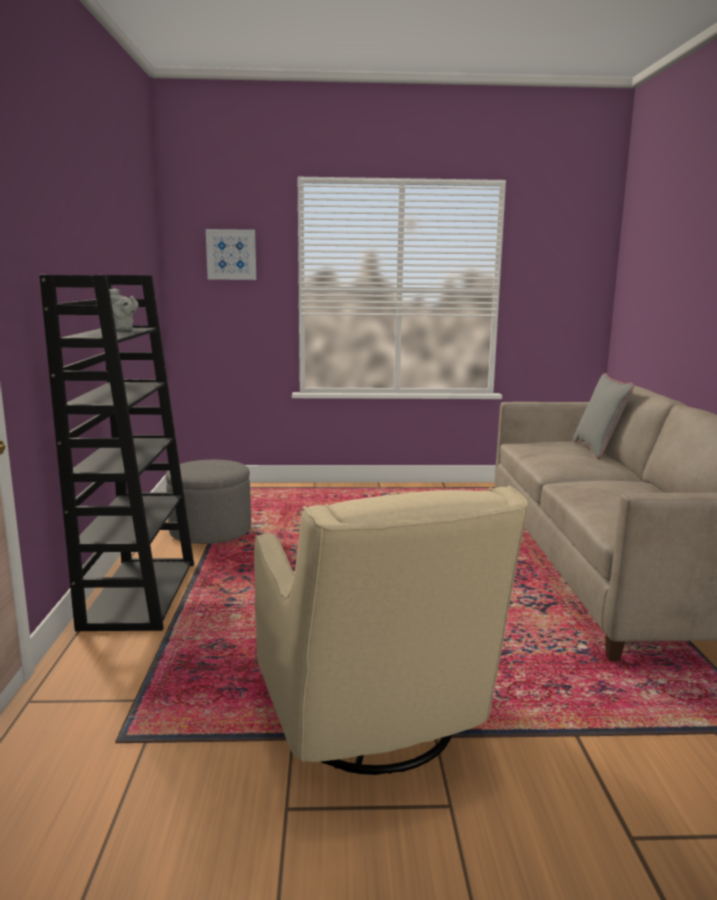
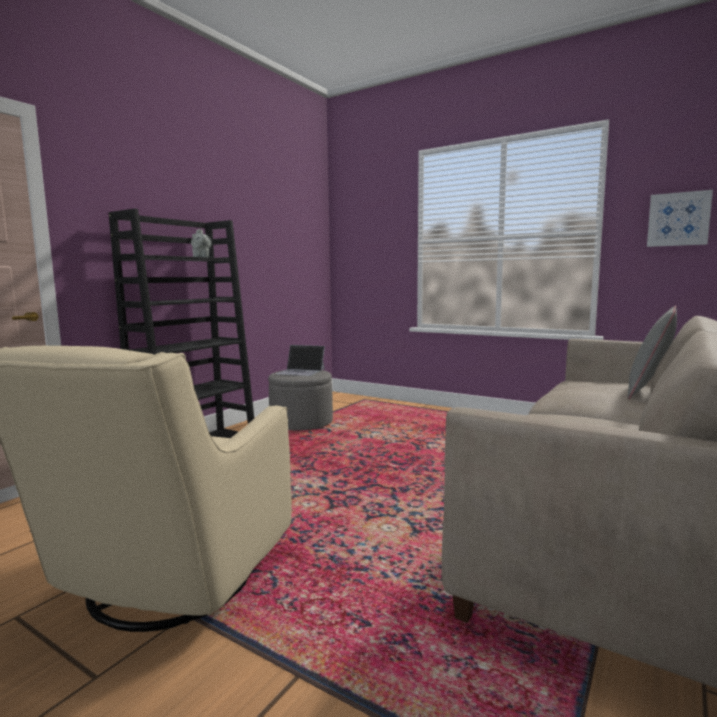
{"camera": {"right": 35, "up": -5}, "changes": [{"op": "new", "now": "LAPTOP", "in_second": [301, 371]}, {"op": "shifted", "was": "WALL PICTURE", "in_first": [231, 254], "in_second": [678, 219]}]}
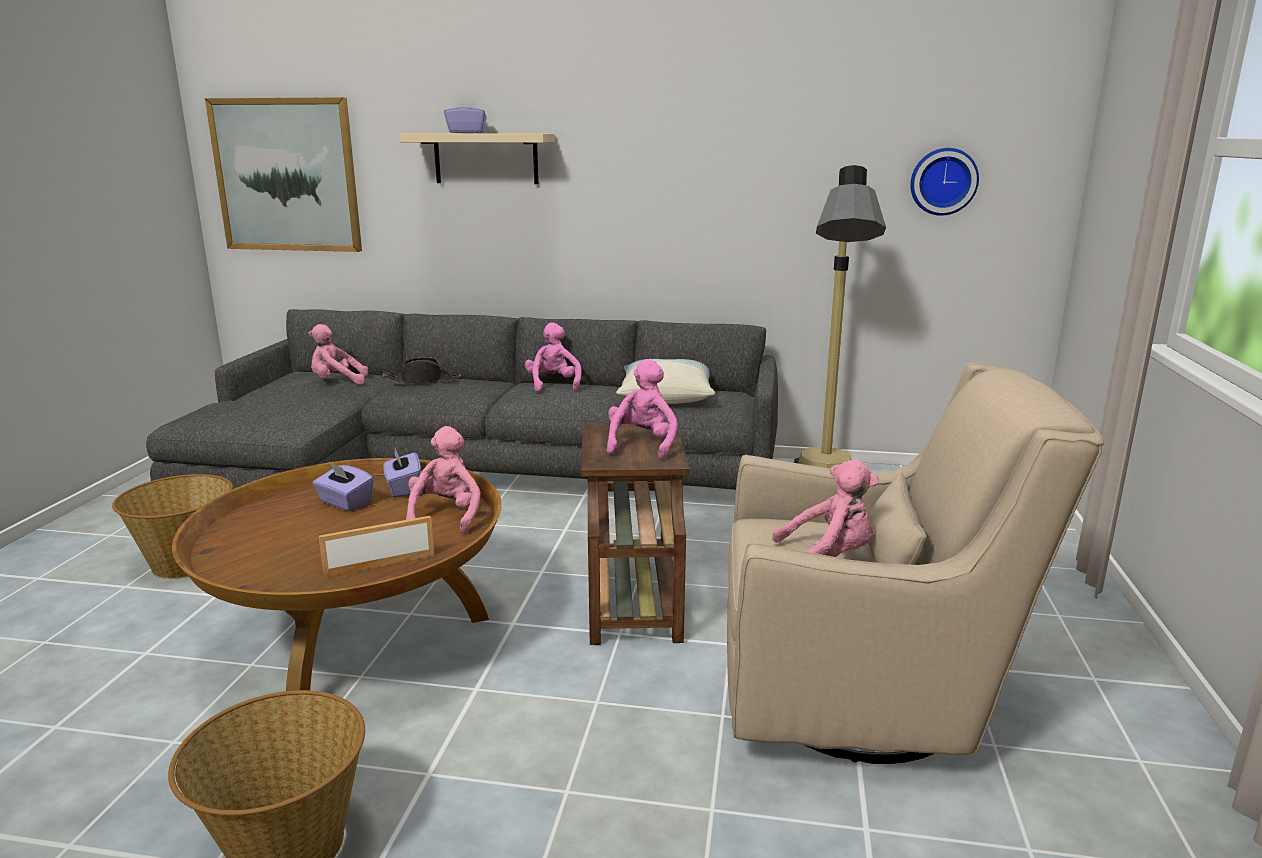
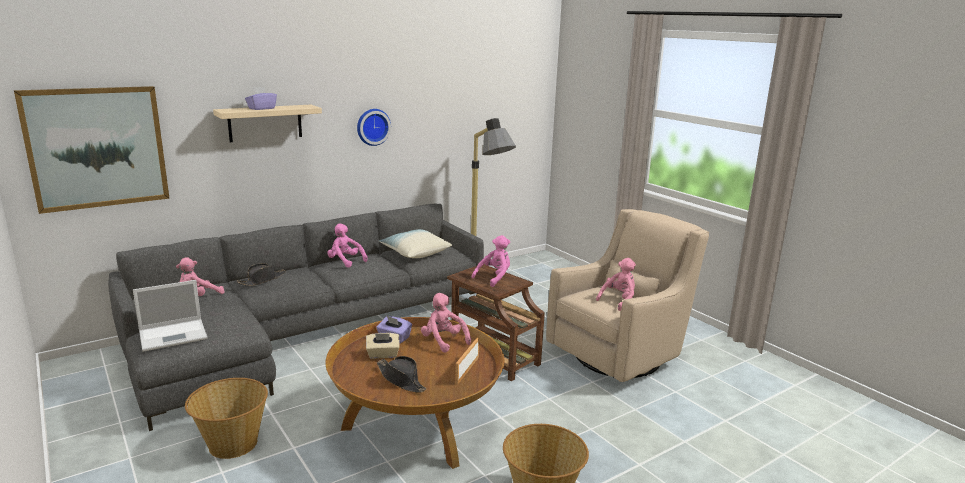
{"camera": {"right": -45, "up": 0}, "changes": [{"op": "new", "now": "LAPTOP", "in_second": [174, 335]}, {"op": "shifted", "was": "WALL CLOCK", "in_first": [943, 181], "in_second": [372, 126]}, {"op": "repainted", "was": "PURPLISH TISSUE HOLDER", "now": "BEIGE TISSUE HOLDER", "in_first": [345, 503], "in_second": [383, 355]}, {"op": "new", "now": "BLACKISH CLOTHING HAT", "in_second": [401, 380]}, {"op": "rotated", "was": "PINKISH CUDDLY TOY", "in_first": [642, 445], "in_second": [494, 278], "clockwise": 75}]}
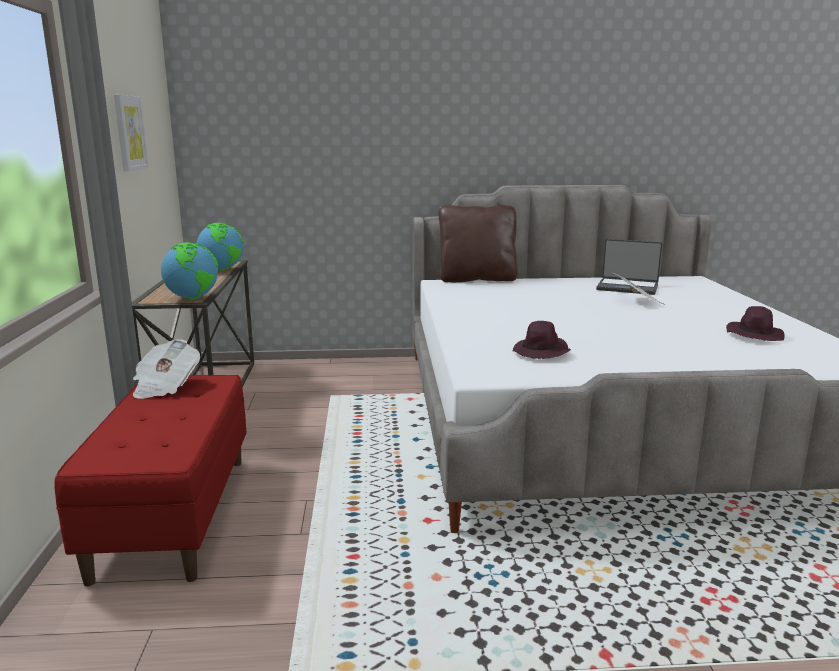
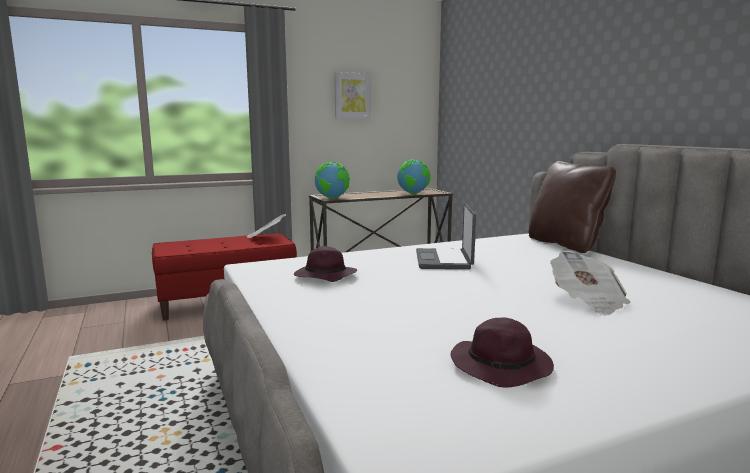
{"camera": {"right": 70, "up": -5}, "changes": [{"op": "shifted", "was": "LAPTOP", "in_first": [627, 287], "in_second": [444, 260]}]}
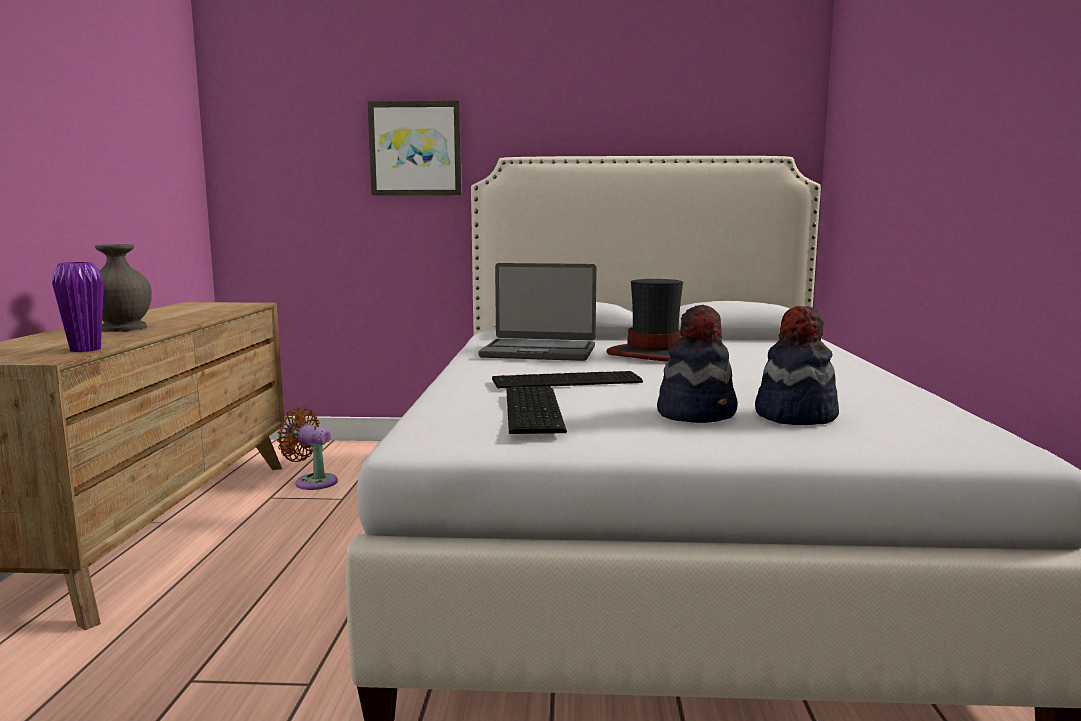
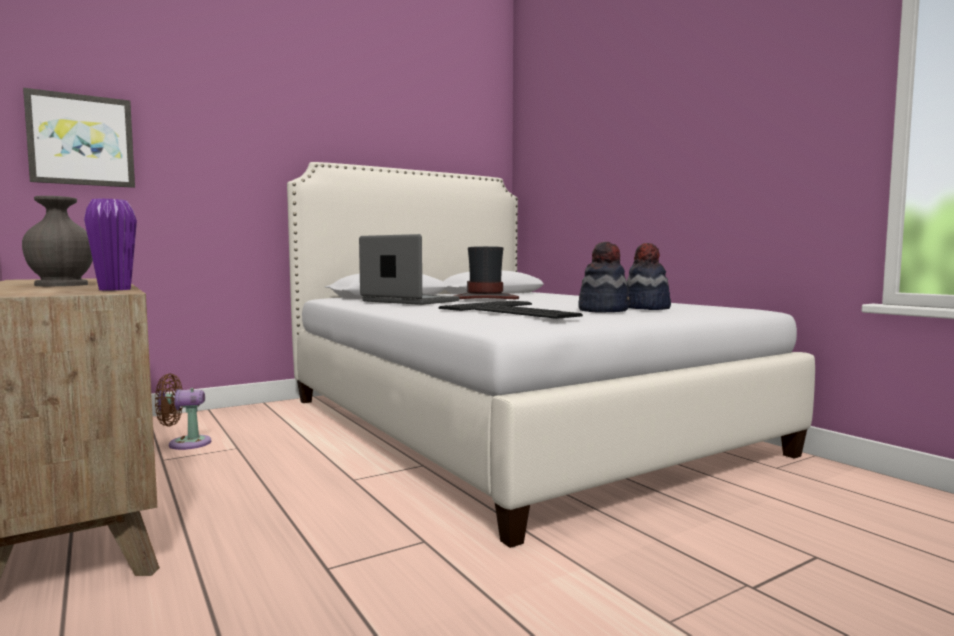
{"camera": {"right": -35, "up": -5}, "changes": [{"op": "shifted", "was": "WALL PICTURE", "in_first": [415, 149], "in_second": [81, 140]}, {"op": "rotated", "was": "LAPTOP", "in_first": [539, 352], "in_second": [409, 301], "clockwise": -120}]}
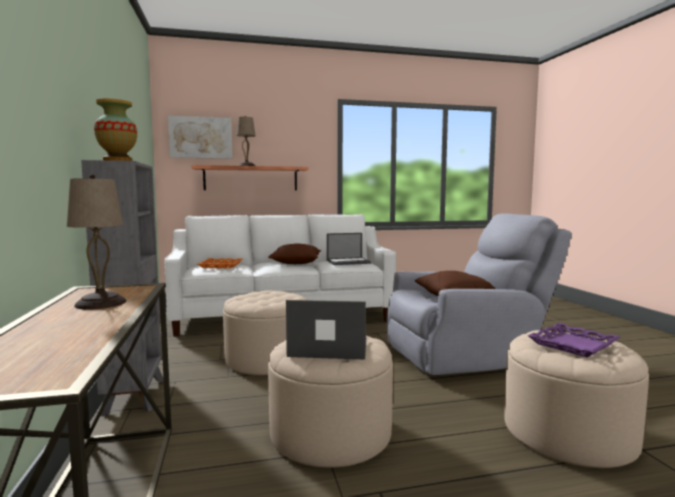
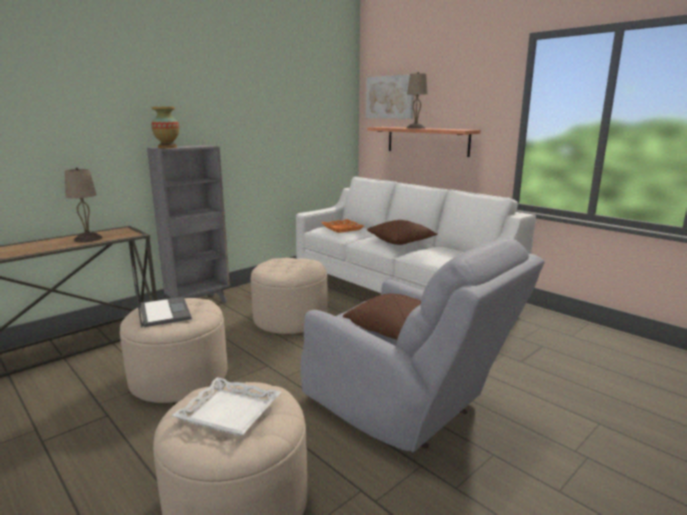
{"camera": {"right": 60, "up": 10}, "changes": [{"op": "repainted", "was": "PURPLISH TRAY", "now": "WHITISH TRAY", "in_first": [573, 345], "in_second": [228, 412]}, {"op": "gone", "was": "LAPTOP", "in_first": [348, 262]}]}
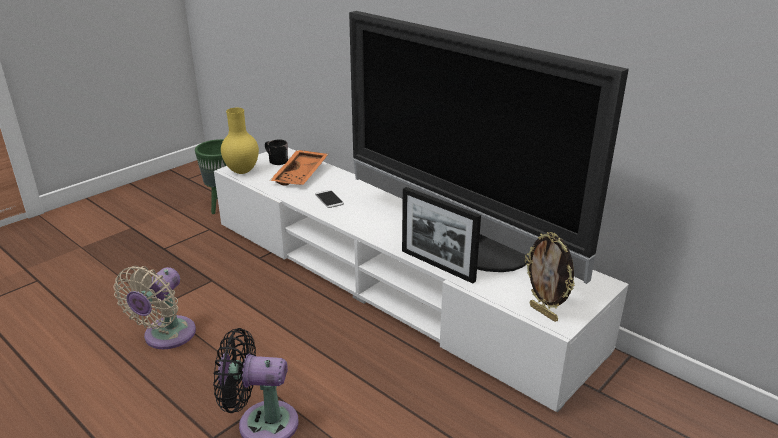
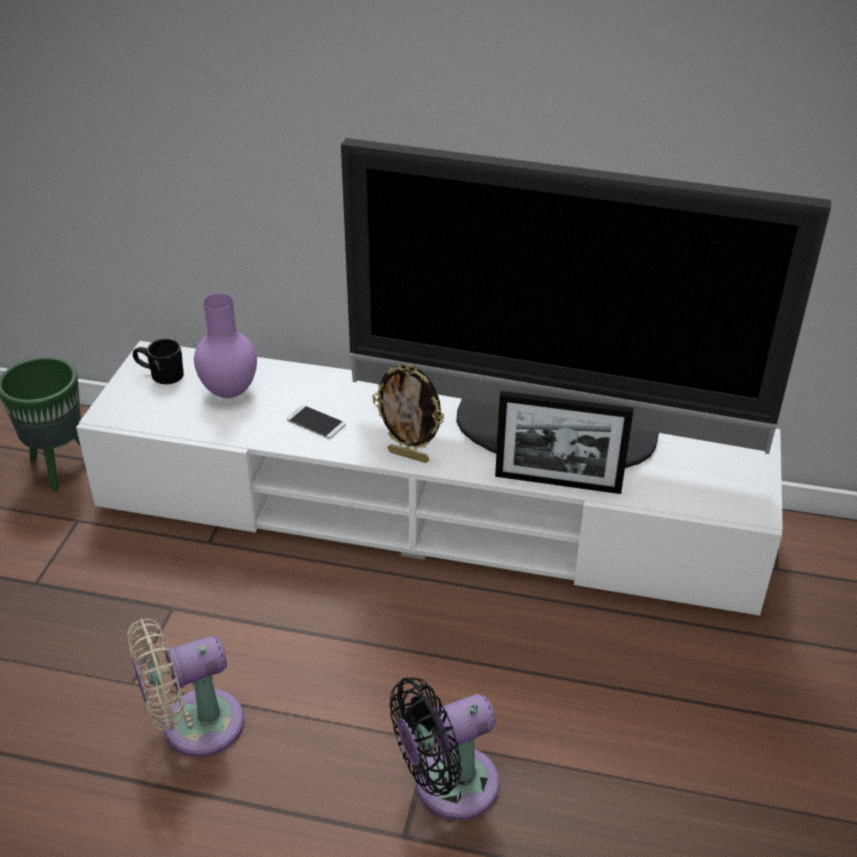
{"camera": {"right": -30, "up": 10}, "changes": [{"op": "rotated", "was": "BEIGE ELECTRIC FAN", "in_first": [166, 337], "in_second": [194, 726], "clockwise": 75}, {"op": "swapped", "was": "ORANGE-COLOURED TRAY", "now": "PURPLISH DECORATIVE VASE", "in_first": [301, 175], "in_second": [230, 391]}, {"op": "shifted", "was": "STANDING FRAME", "in_first": [544, 313], "in_second": [409, 456]}, {"op": "gone", "was": "YELLOWISH DECORATIVE VASE", "in_first": [242, 172]}]}
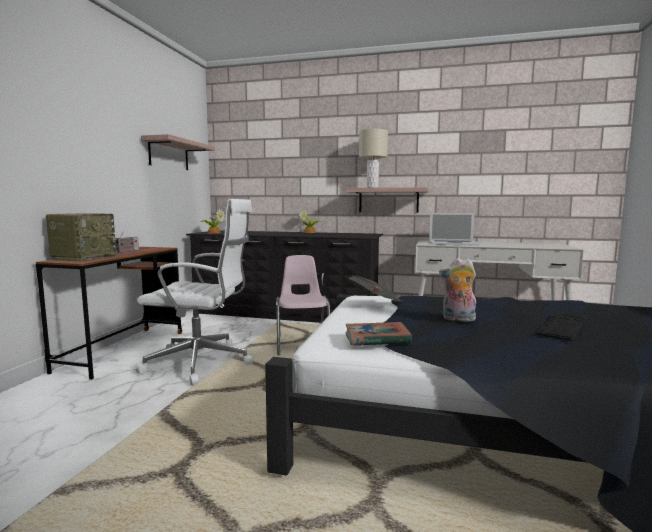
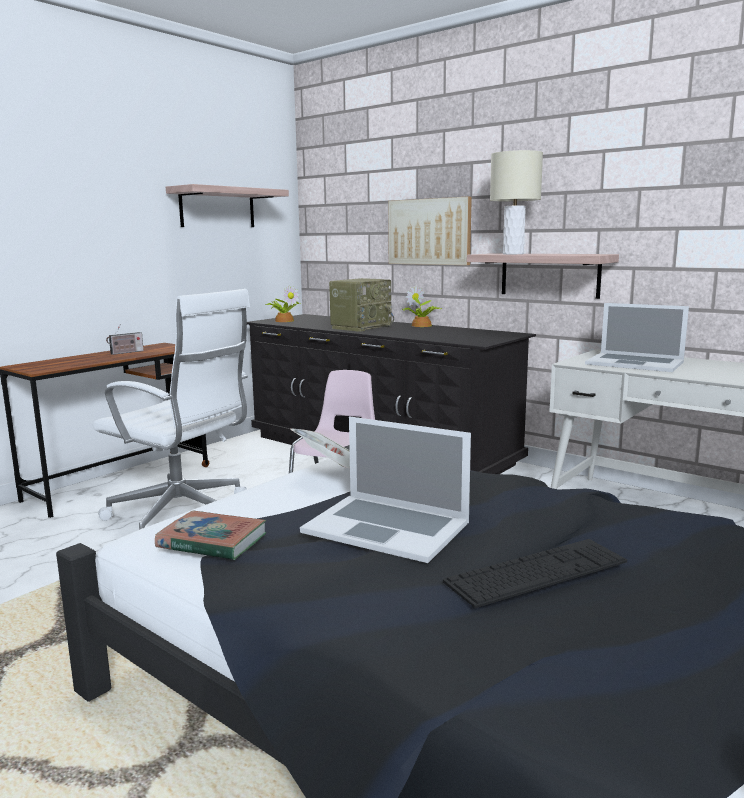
{"camera": {"right": 25, "up": 5}, "changes": [{"op": "swapped", "was": "CUDDLY TOY", "now": "LAPTOP", "in_first": [458, 319], "in_second": [386, 527]}, {"op": "shifted", "was": "RADIO SET", "in_first": [84, 257], "in_second": [361, 327]}, {"op": "new", "now": "WALL PICTURE", "in_second": [429, 231]}]}
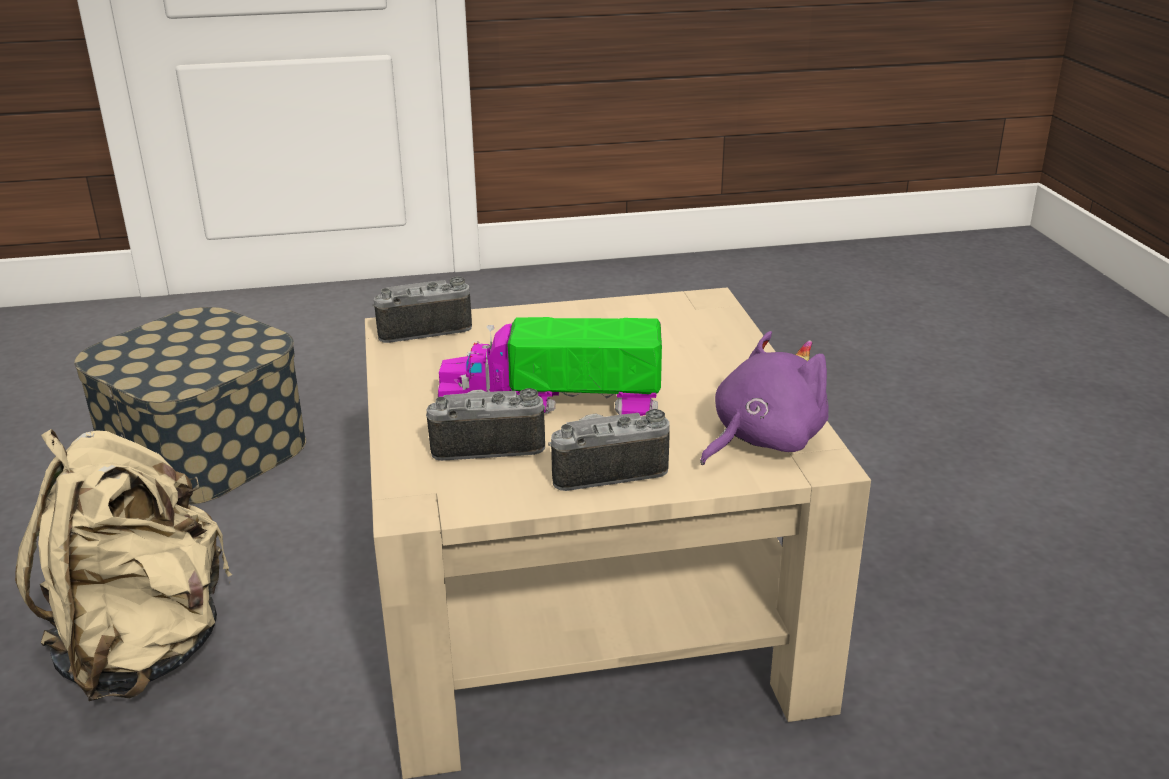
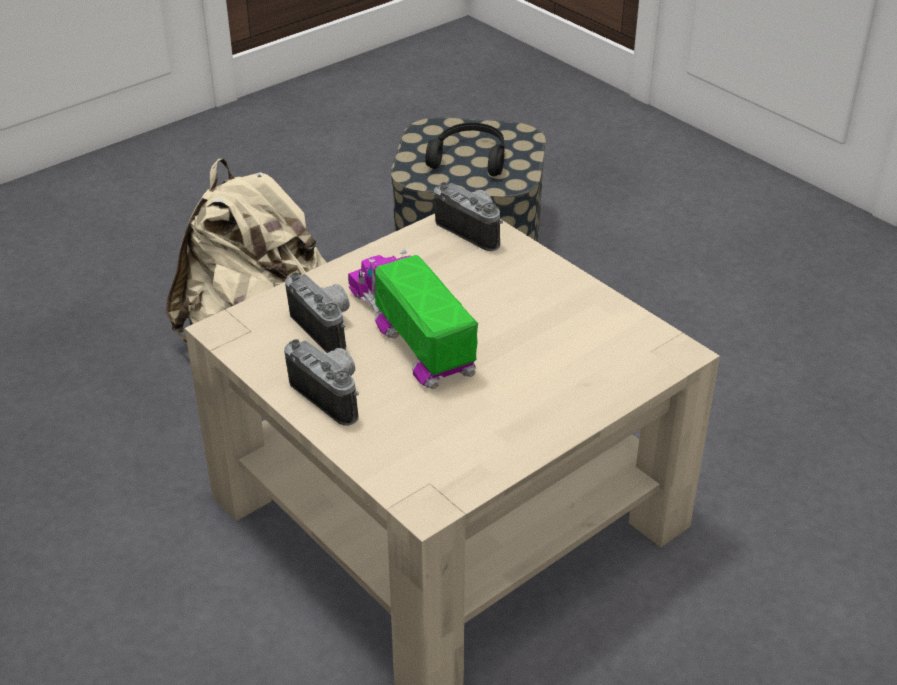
{"camera": {"right": 60, "up": 10}, "changes": [{"op": "new", "now": "BLACKISH PAIR OF HEADPHONES", "in_second": [470, 158]}, {"op": "gone", "was": "PURPLISH CUDDLY TOY", "in_first": [762, 440]}]}
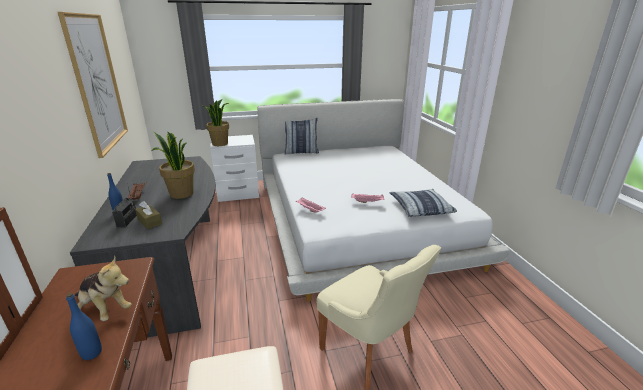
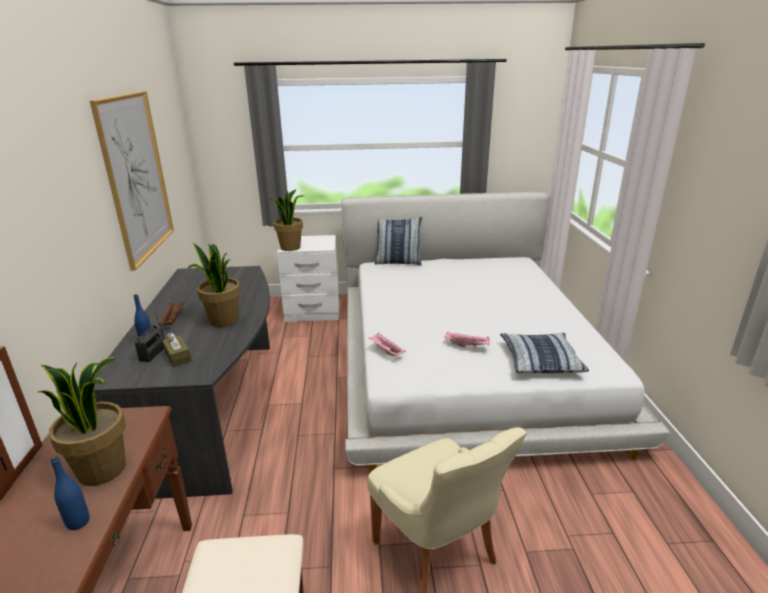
{"camera": {"right": 10, "up": 0}, "changes": [{"op": "swapped", "was": "CUDDLY TOY", "now": "HOUSEPLANT", "in_first": [105, 309], "in_second": [103, 469]}]}
